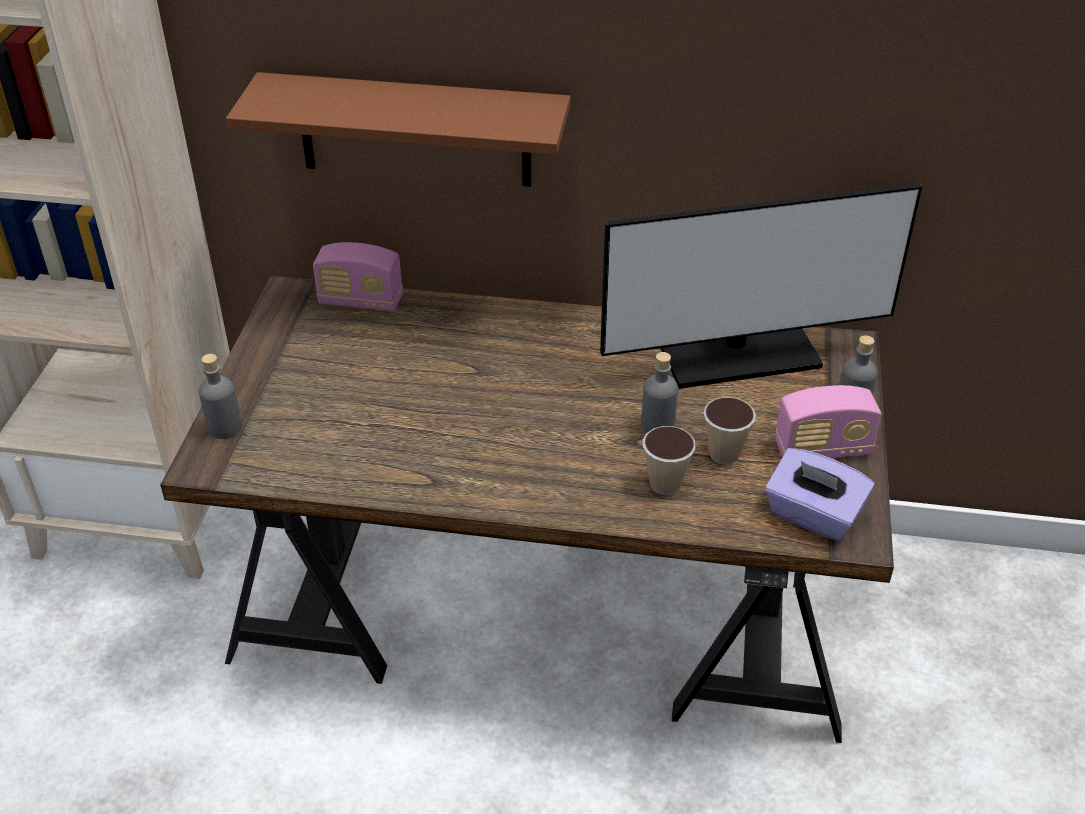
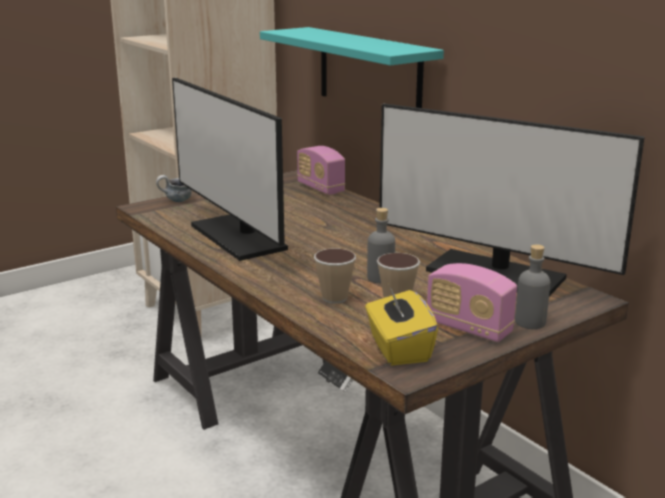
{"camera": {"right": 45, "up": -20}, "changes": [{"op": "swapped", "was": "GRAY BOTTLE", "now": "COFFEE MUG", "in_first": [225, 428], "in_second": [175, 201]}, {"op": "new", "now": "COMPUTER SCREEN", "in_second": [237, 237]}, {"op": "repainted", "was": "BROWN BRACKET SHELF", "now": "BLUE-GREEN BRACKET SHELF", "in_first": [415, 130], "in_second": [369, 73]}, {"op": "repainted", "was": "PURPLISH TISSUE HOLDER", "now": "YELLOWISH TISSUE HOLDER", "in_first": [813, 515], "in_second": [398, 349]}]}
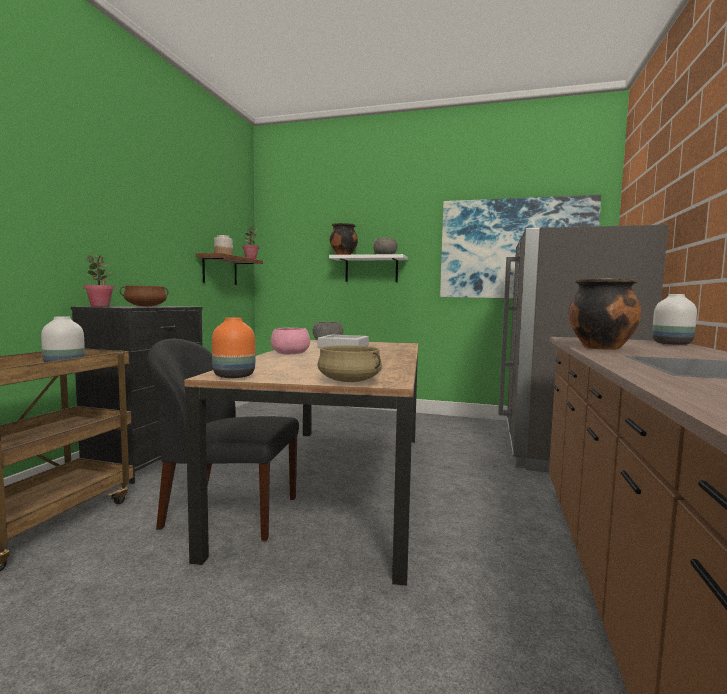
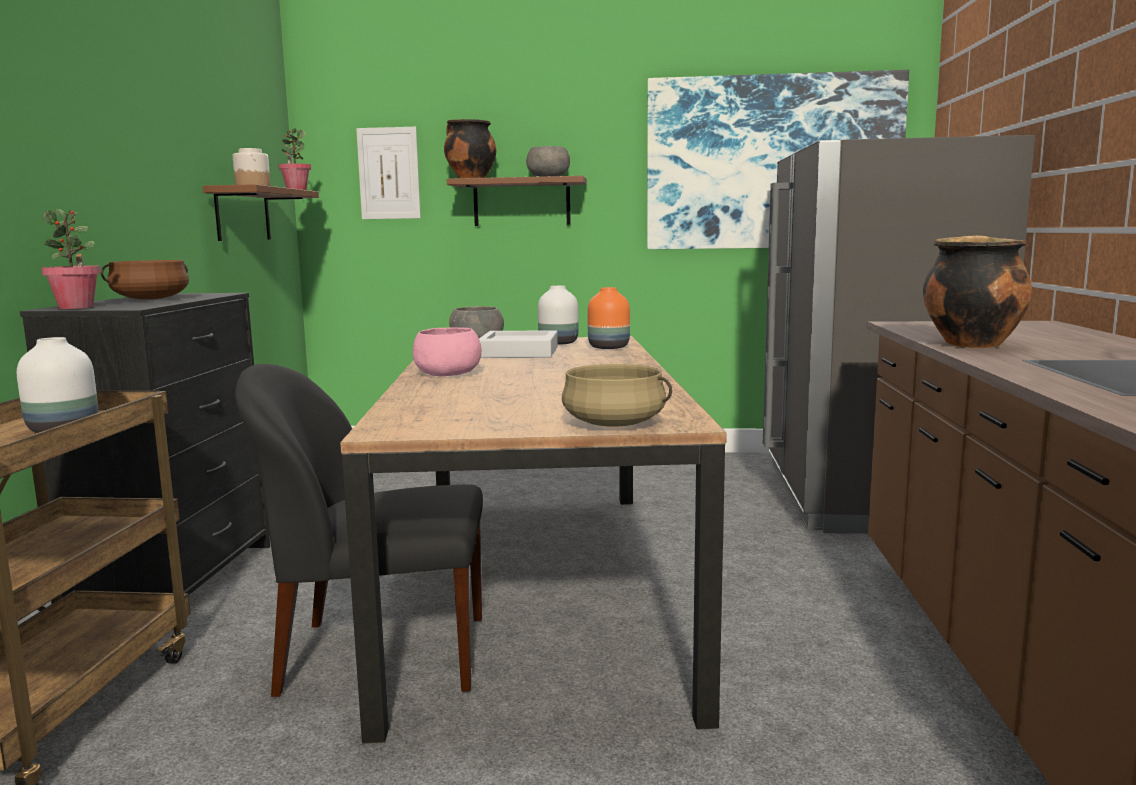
{"camera": {"right": -10, "up": 5}, "changes": [{"op": "new", "now": "WALL PICTURE", "in_second": [389, 173]}, {"op": "repainted", "was": "WHITISH BRACKET SHELF", "now": "BROWN BRACKET SHELF", "in_first": [371, 269], "in_second": [521, 202]}, {"op": "shifted", "was": "WHITISH DECORATIVE VASE", "in_first": [672, 344], "in_second": [558, 343]}, {"op": "shifted", "was": "ORANGE-COLOURED DECORATIVE VASE", "in_first": [235, 376], "in_second": [609, 347]}]}
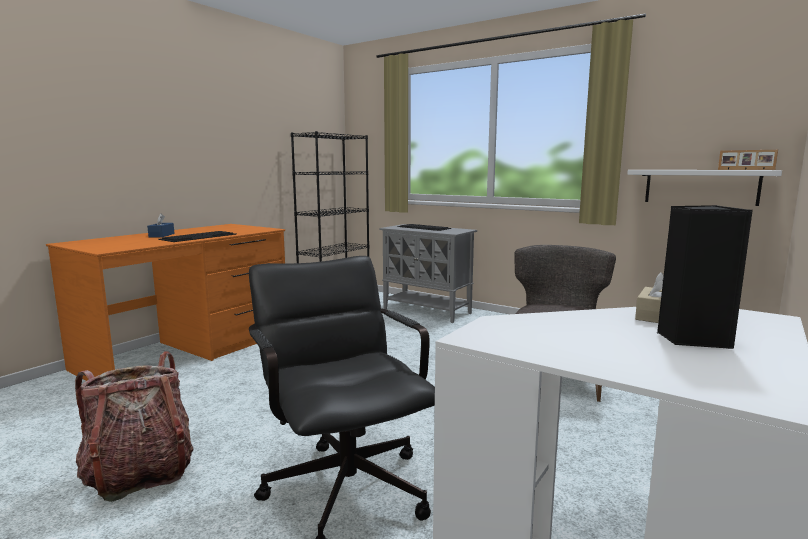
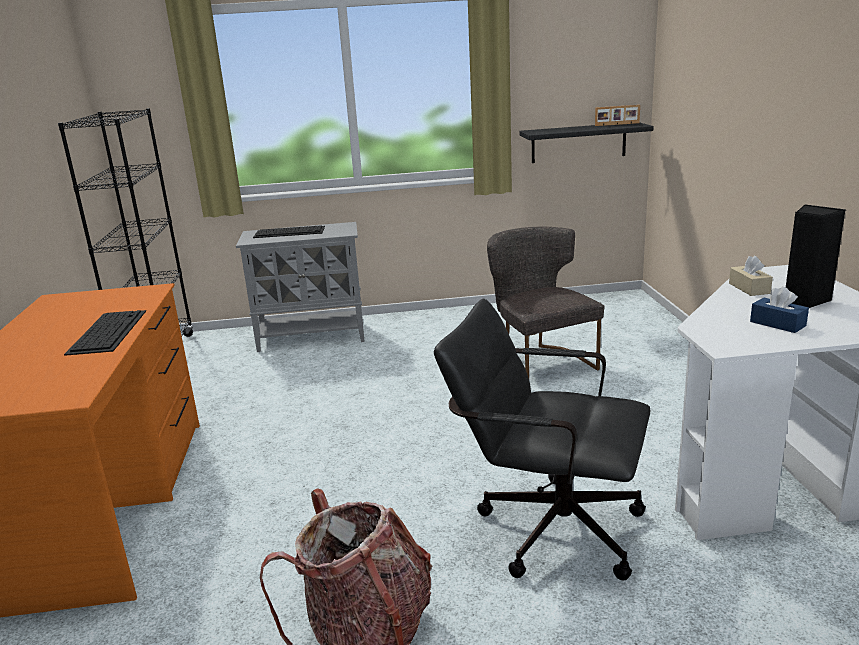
{"camera": {"right": -40, "up": 10}, "changes": [{"op": "repainted", "was": "WHITISH BRACKET SHELF", "now": "BLACKISH BRACKET SHELF", "in_first": [700, 186], "in_second": [578, 142]}, {"op": "shifted", "was": "BLUISH TISSUE HOLDER", "in_first": [161, 235], "in_second": [777, 324]}]}
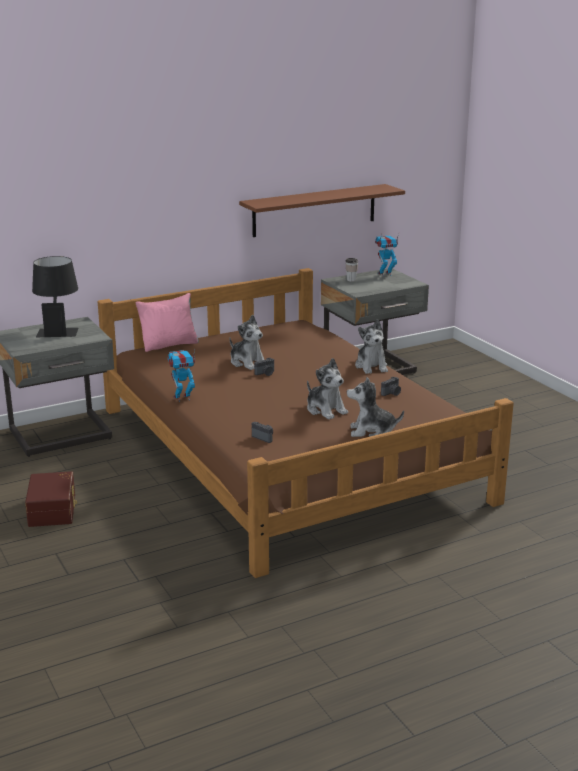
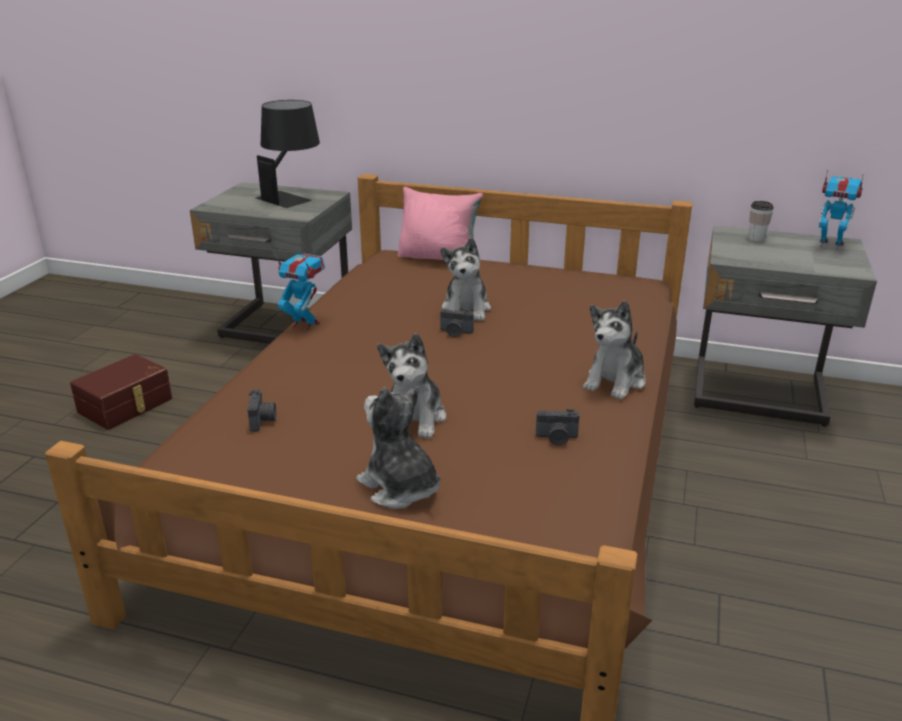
{"camera": {"right": 45, "up": 5}, "changes": [{"op": "gone", "was": "BROWN BRACKET SHELF", "in_first": [314, 210]}]}
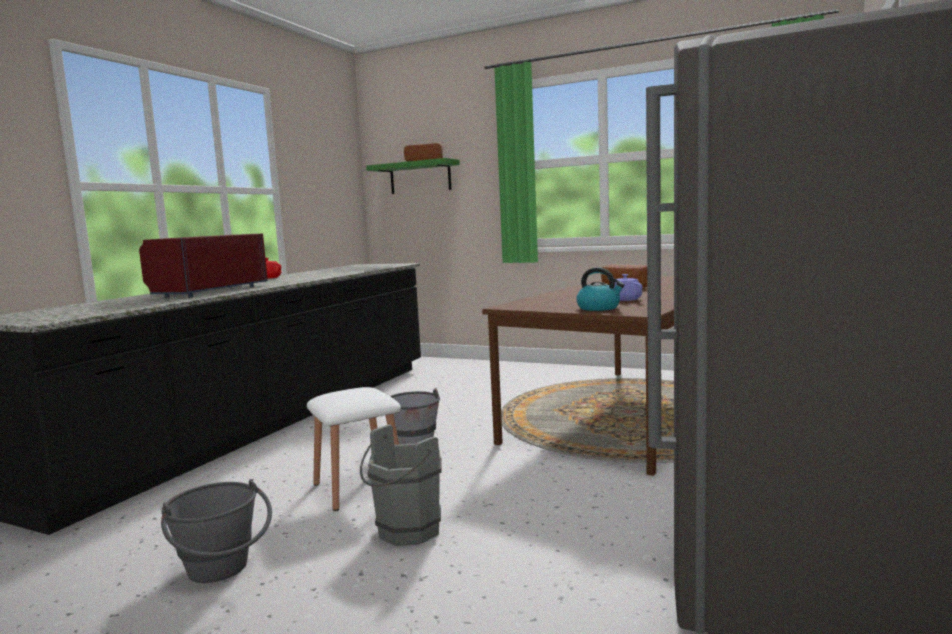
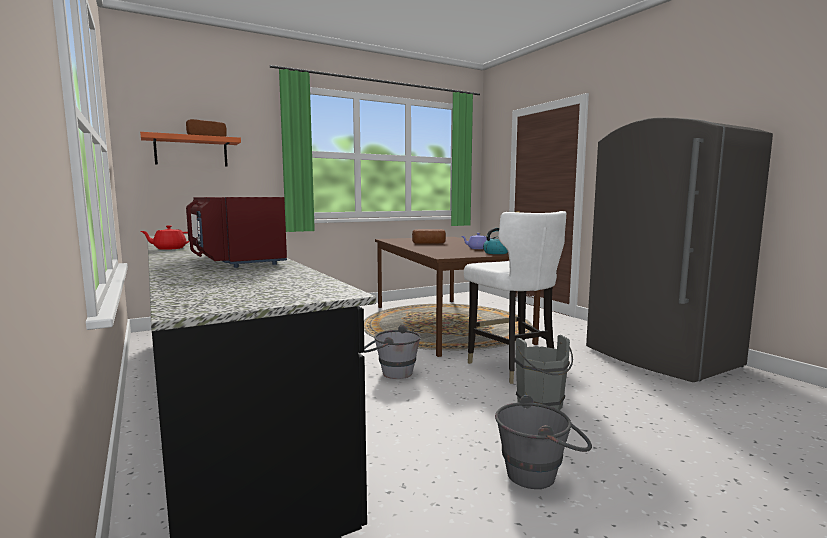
{"camera": {"right": -55, "up": 0}, "changes": [{"op": "repainted", "was": "GREEN BRACKET SHELF", "now": "ORANGE-COLOURED BRACKET SHELF", "in_first": [420, 177], "in_second": [191, 151]}, {"op": "new", "now": "WHITISH UPRIGHT CHAIR", "in_second": [512, 367]}, {"op": "gone", "was": "WHITISH STOOL SEAT", "in_first": [359, 487]}]}
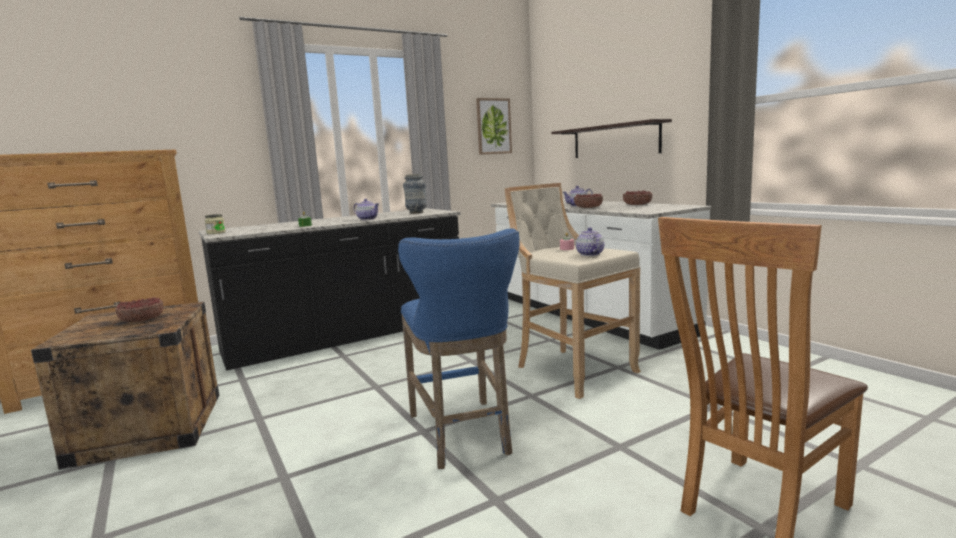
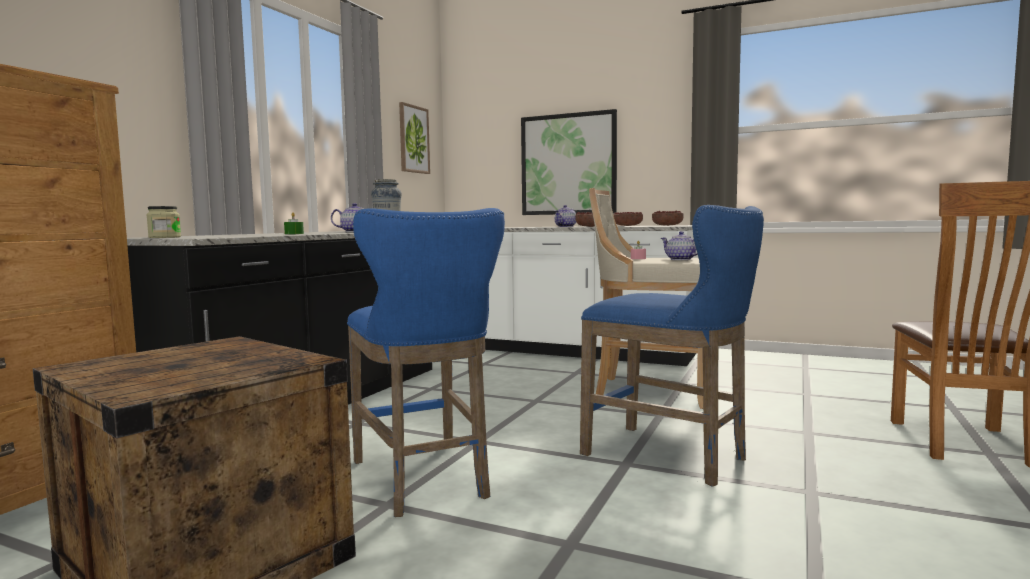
{"camera": {"right": -35, "up": -5}, "changes": [{"op": "new", "now": "BLUISH STOOL SEAT", "in_second": [424, 481]}, {"op": "swapped", "was": "BRACKET SHELF", "now": "WALL PICTURE", "in_first": [614, 140], "in_second": [568, 164]}, {"op": "shifted", "was": "BOWL", "in_first": [141, 319], "in_second": [667, 225]}]}
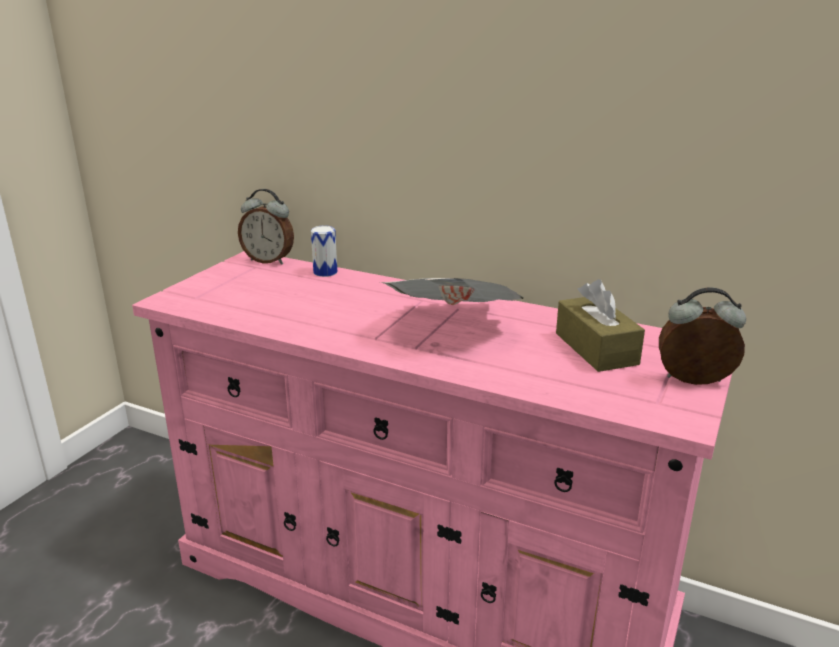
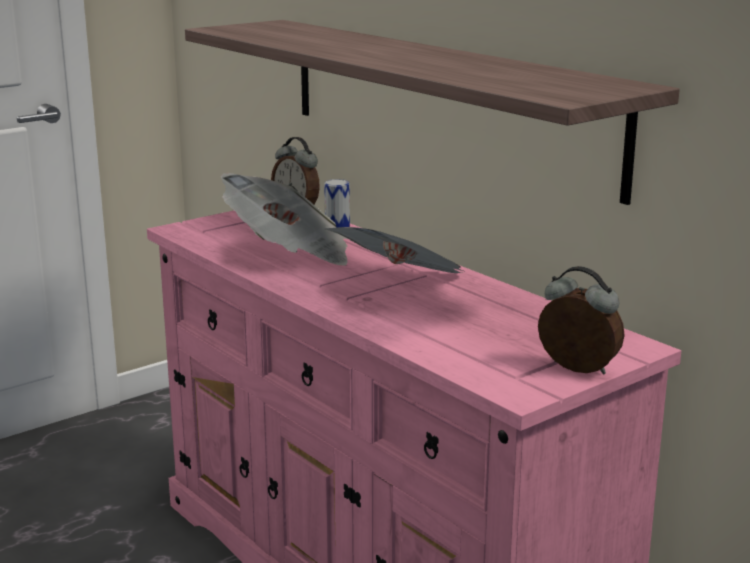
{"camera": {"right": 25, "up": -5}, "changes": [{"op": "new", "now": "BRACKET SHELF", "in_second": [442, 100]}, {"op": "new", "now": "DAILY PAPER", "in_second": [290, 253]}, {"op": "gone", "was": "BROWN TISSUE HOLDER", "in_first": [596, 348]}]}
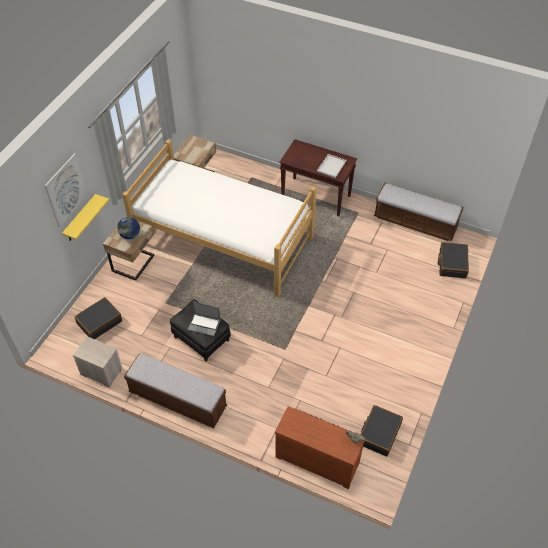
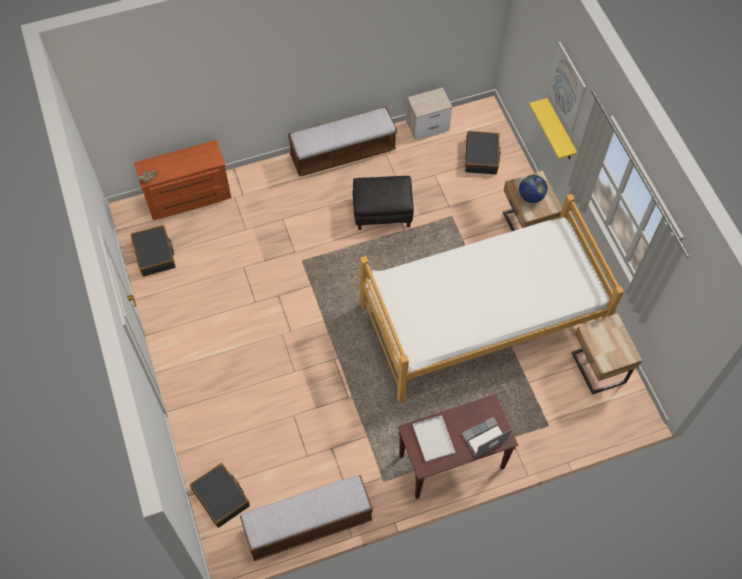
{"camera": {"right": 135, "up": 10}, "changes": [{"op": "shifted", "was": "LAPTOP", "in_first": [205, 325], "in_second": [484, 438]}]}
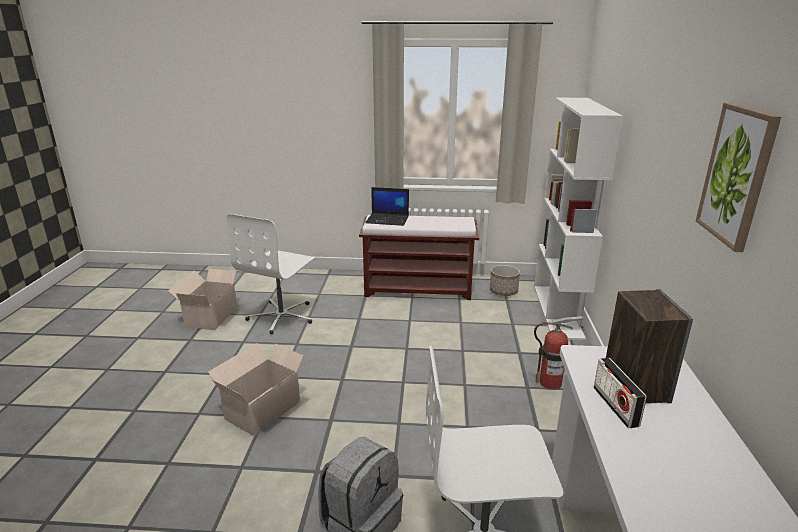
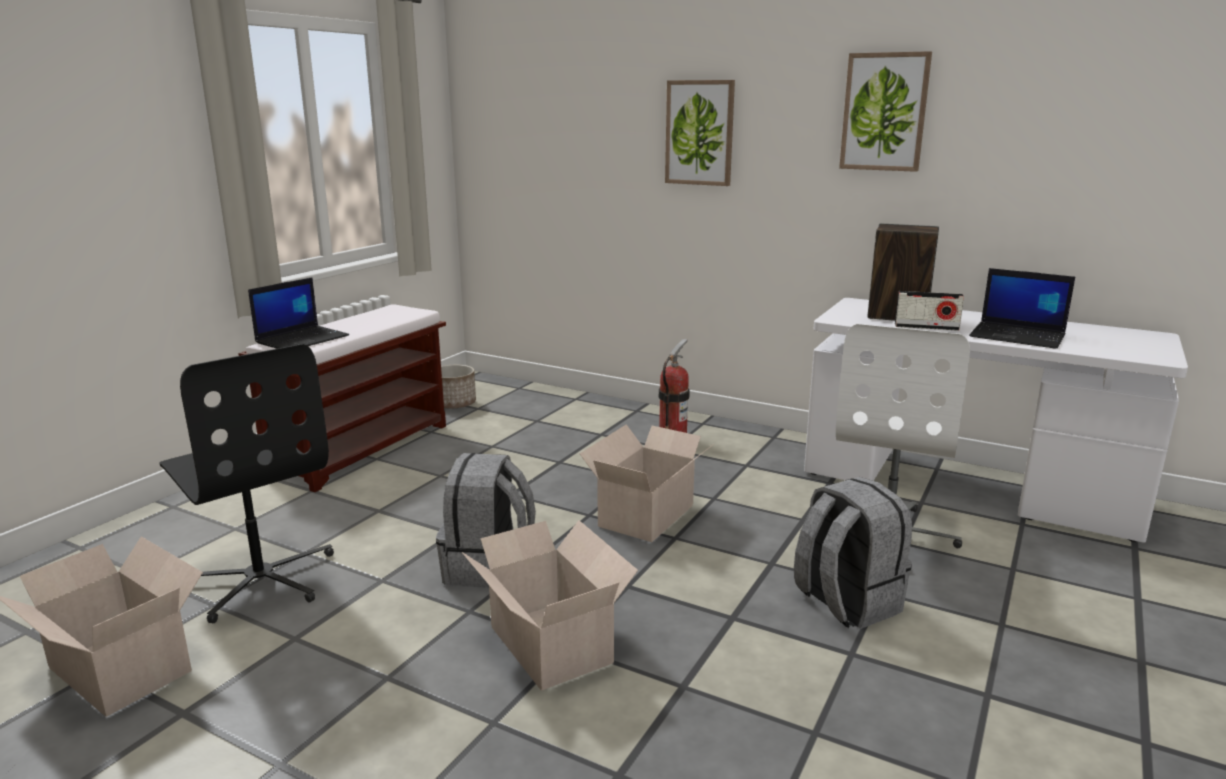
{"camera": {"right": -65, "up": -5}, "changes": [{"op": "repainted", "was": "WHITISH OFFICE CHAIR", "now": "BLACKISH OFFICE CHAIR", "in_first": [282, 316], "in_second": [261, 579]}, {"op": "new", "now": "GRAY BACKPACK", "in_second": [488, 568]}, {"op": "new", "now": "CARDBOARD BOX", "in_second": [648, 514]}, {"op": "new", "now": "WALL PICTURE", "in_second": [699, 133]}, {"op": "new", "now": "LAPTOP", "in_second": [1018, 336]}, {"op": "gone", "was": "WHITISH BOOKCASE", "in_first": [558, 311]}]}
